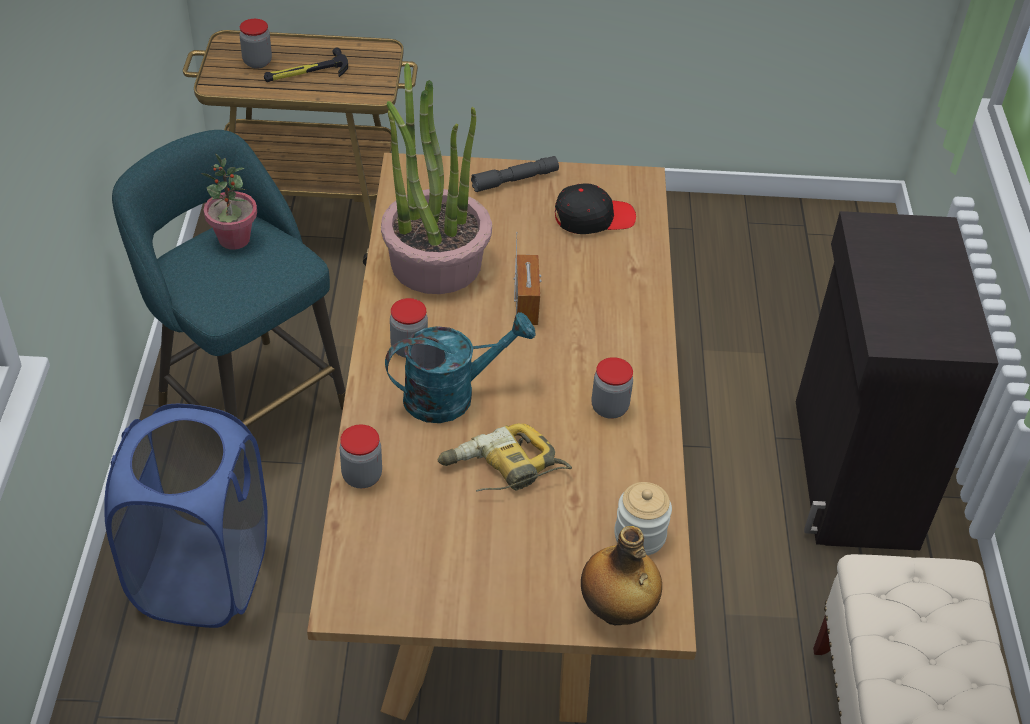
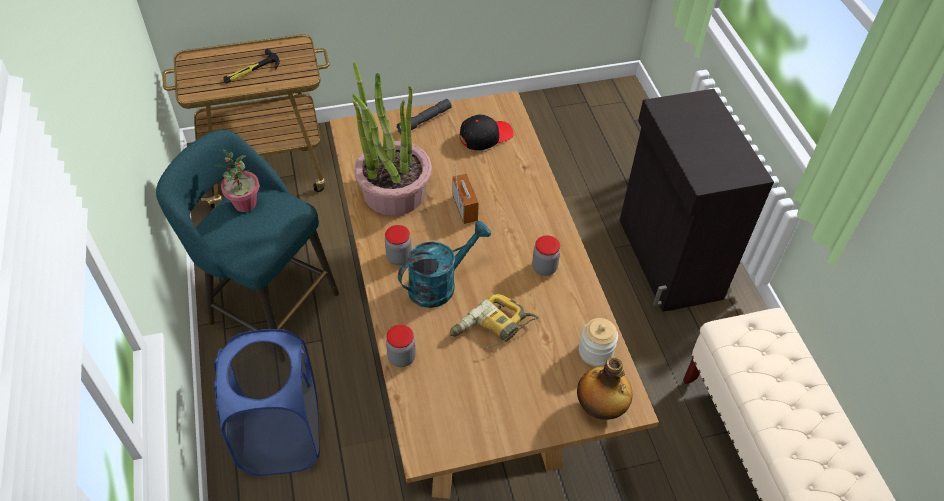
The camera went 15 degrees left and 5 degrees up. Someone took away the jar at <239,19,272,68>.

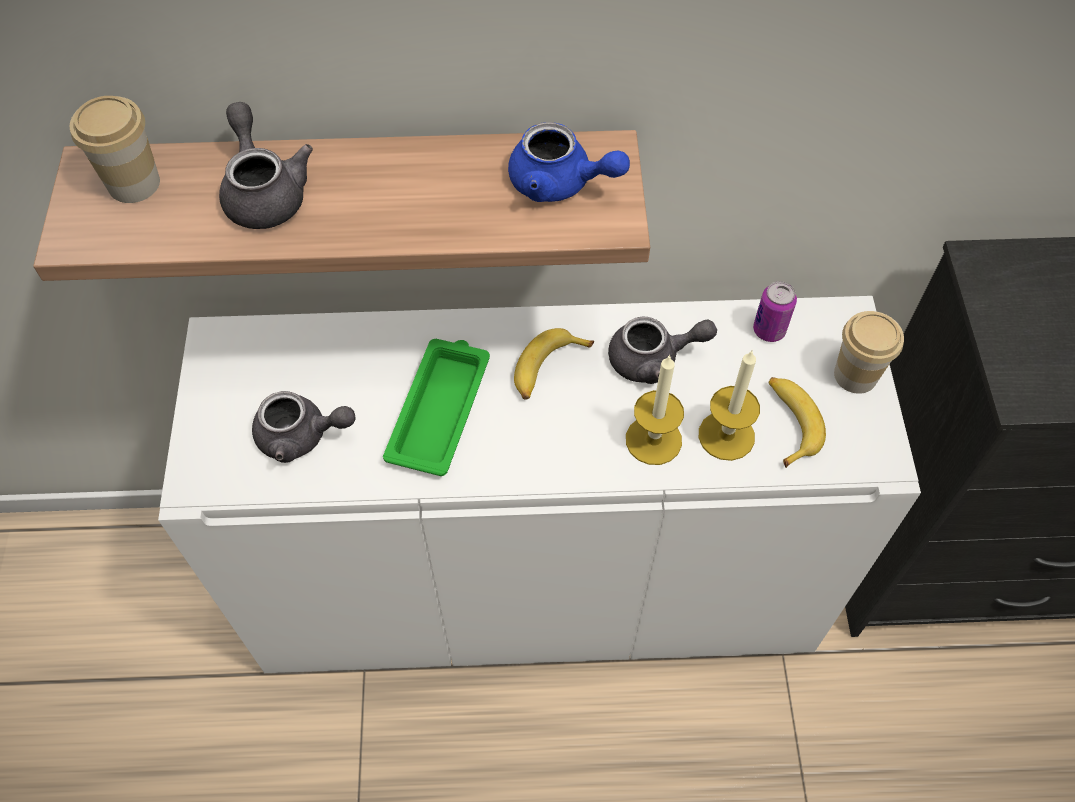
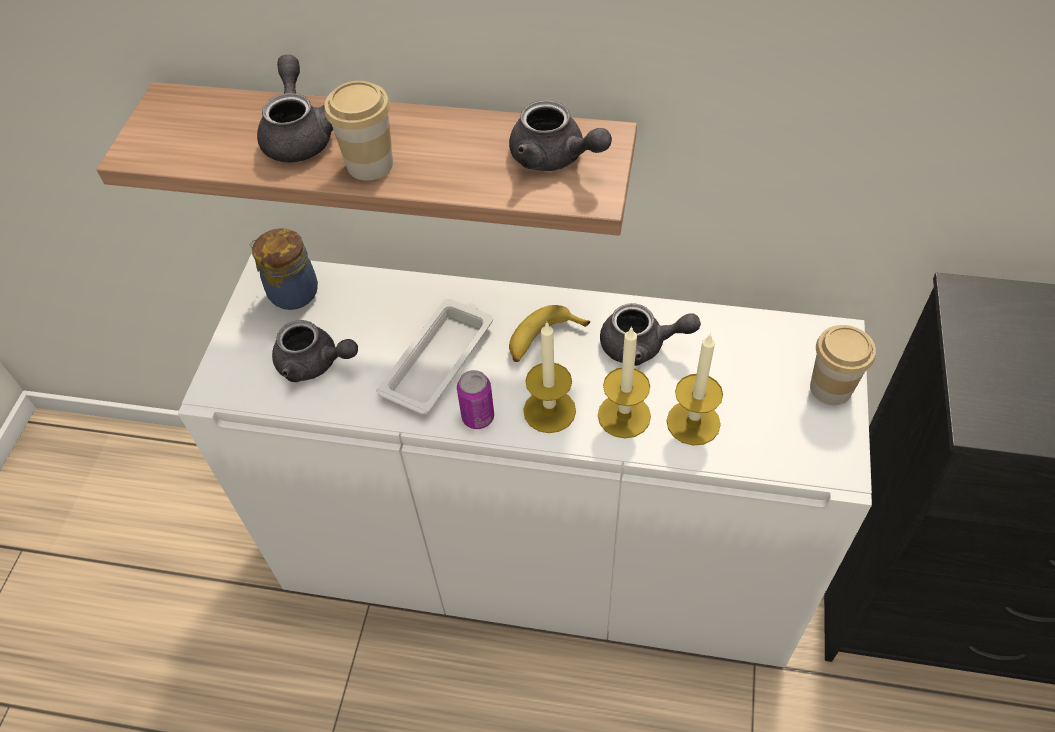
The camera went 15 degrees right and 5 degrees down. Someone carried the cup from <70,96,160,203> to <325,81,393,180>. Someone repainted the green tray at <383,339,490,476>, which became the white tray at <376,299,493,415>. Someone repainted the blue teapot at <508,122,630,202>, which became the grey teapot at <509,100,612,171>. Someone carried the can from <753,281,797,342> to <457,370,494,429>. Someone took away the banana at <769,377,826,468>. Someone put down the jar at <250,228,318,310>. Someone put down the candle at <523,321,576,433>.

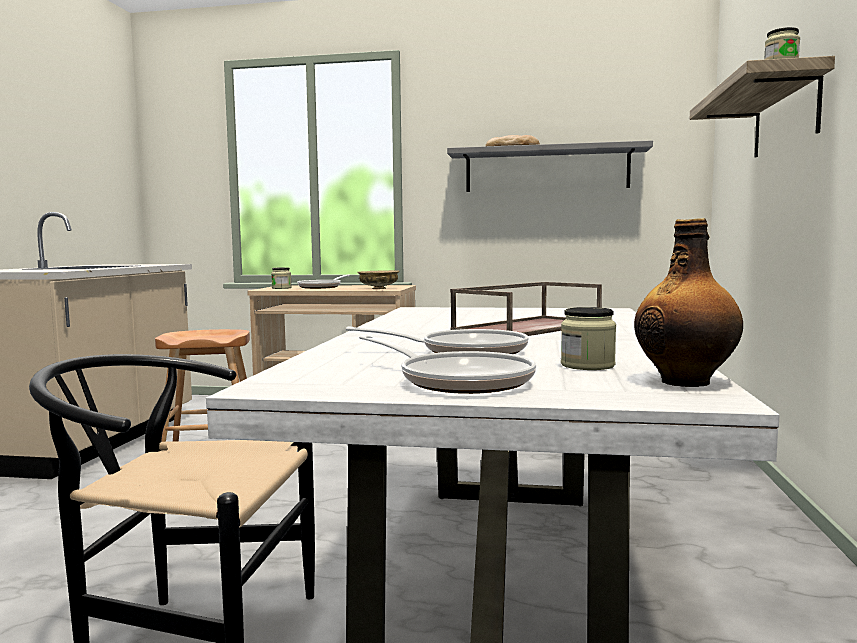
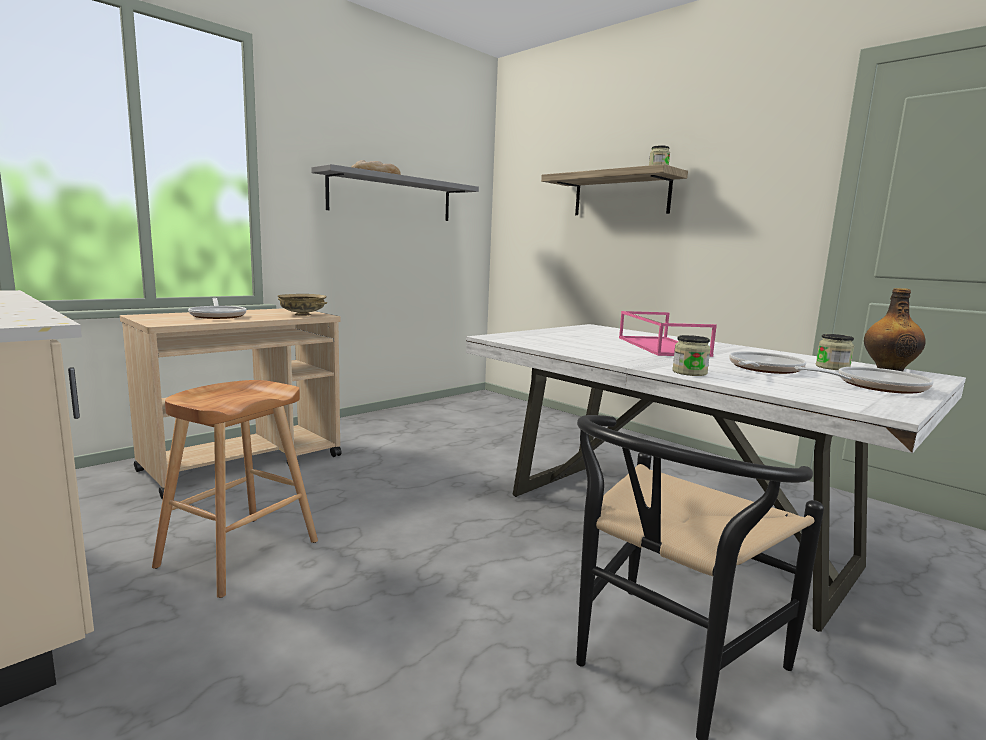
The camera went 55 degrees left and 5 degrees up. Someone carried the jar from <271,267,292,289> to <672,335,711,376>. Someone repainted the brown tray at <450,282,602,336>, which became the pink tray at <619,311,717,357>.

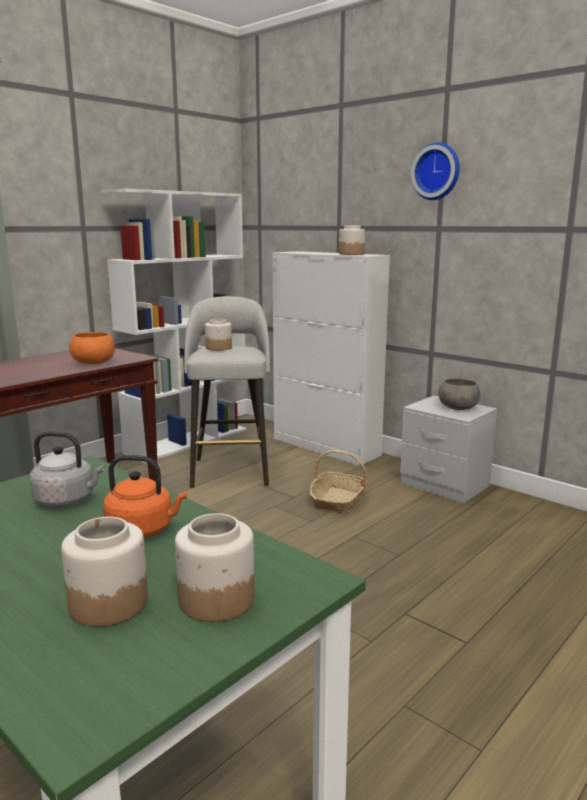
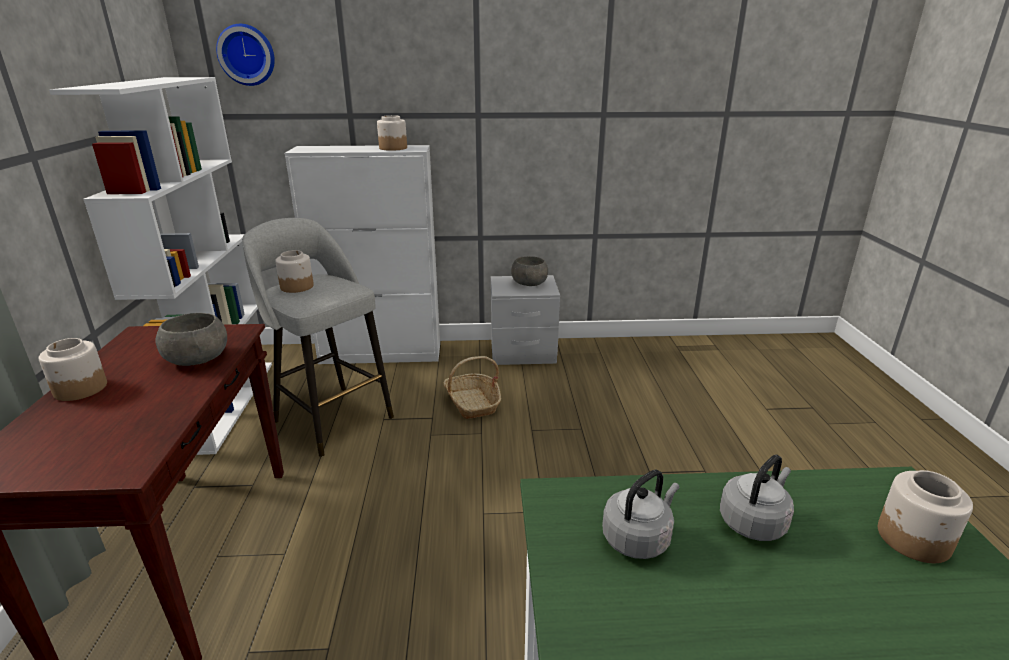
The camera went 45 degrees left and 10 degrees up. Someone carried the jar from <61,517,148,627> to <39,338,107,401>. Someone repainted the orange bowl at <69,332,115,364>, which became the grey bowl at <156,313,227,366>. Someone repainted the orange kettle at <103,455,187,538>, which became the grey kettle at <720,455,794,541>. Someone carried the wall clock from <411,142,460,200> to <216,24,275,86>.

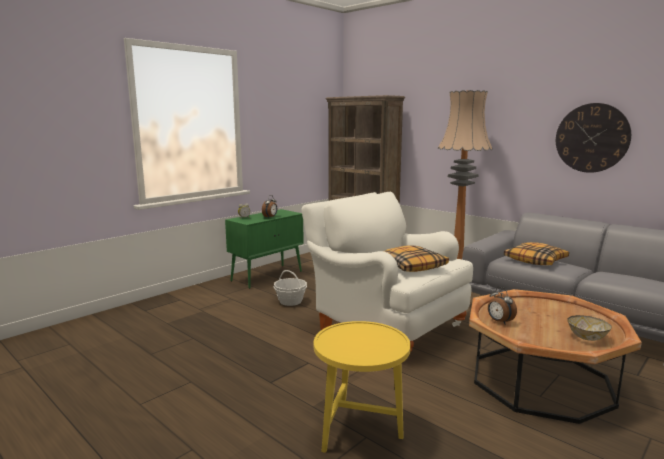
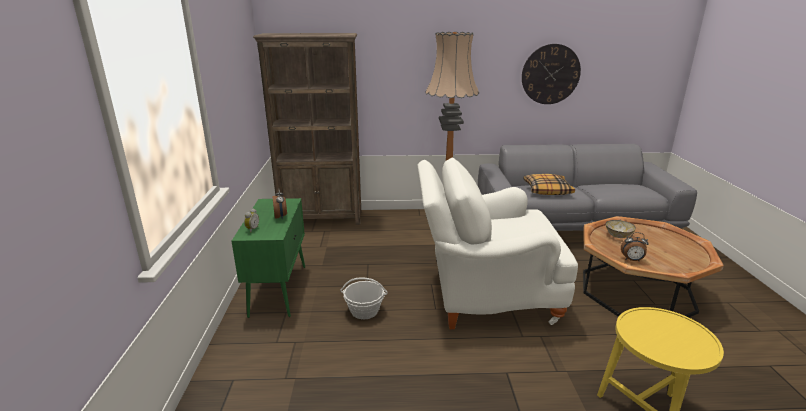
The camera went 45 degrees left and 10 degrees up. Someone took away the pillow at <384,245,449,272>. Someone carried the bowl from <567,315,612,341> to <606,220,636,238>.

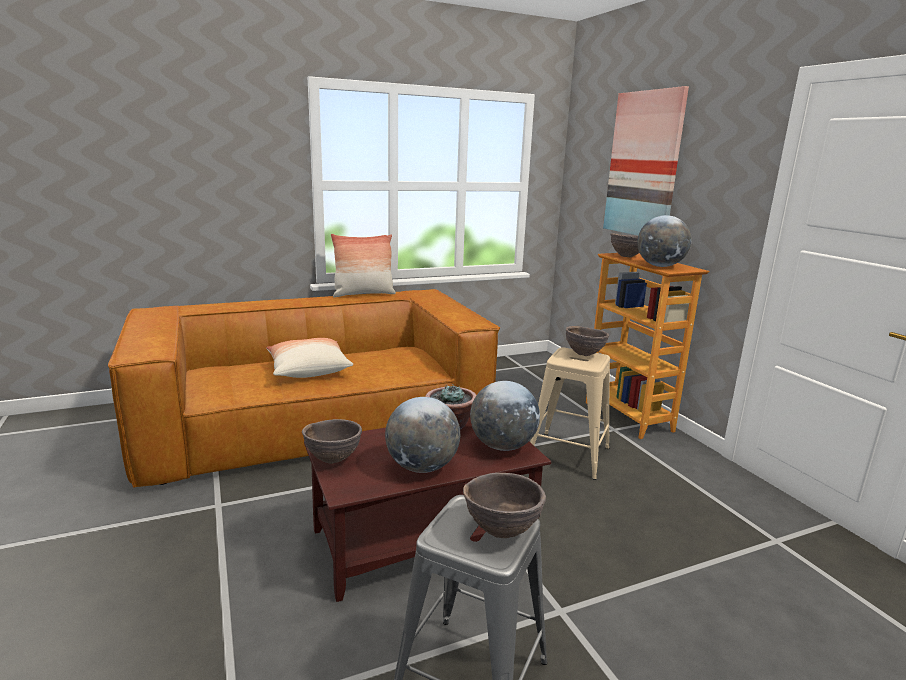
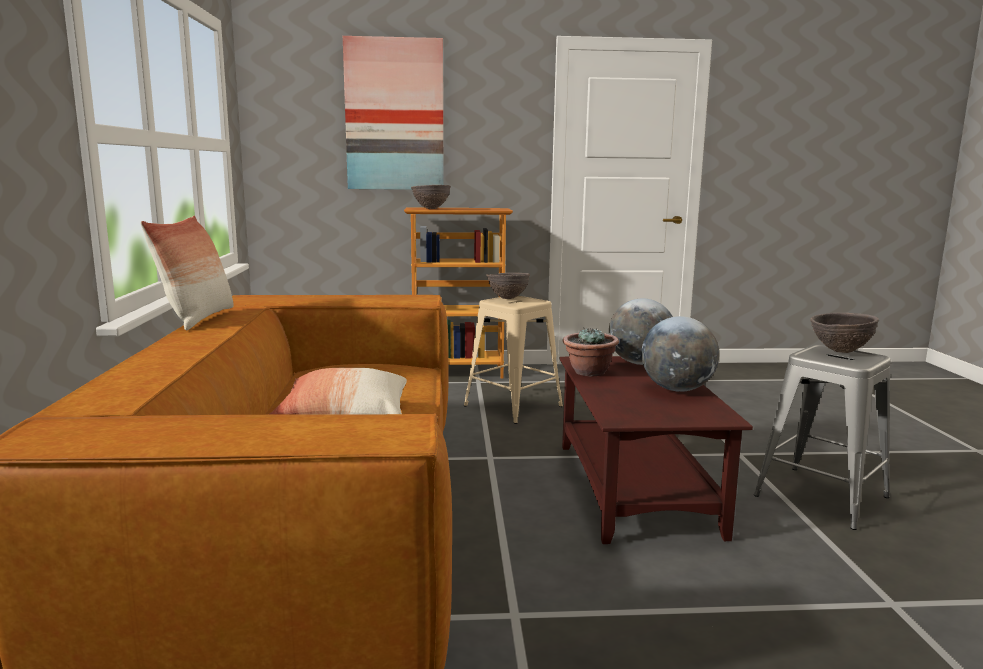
The camera went 70 degrees left and 5 degrees down. Someone took away the brown bowl at <302,419,362,464>. Someone took away the globe at <637,215,691,267>.

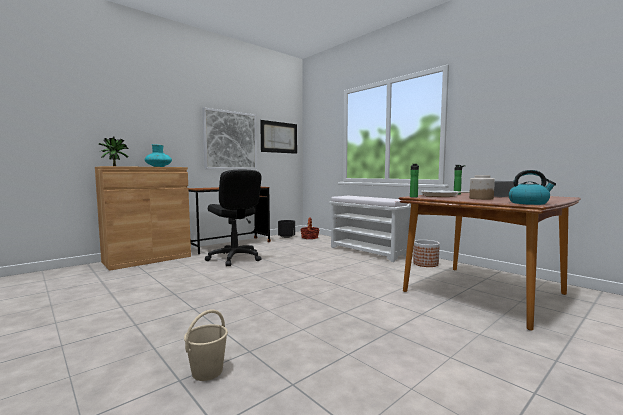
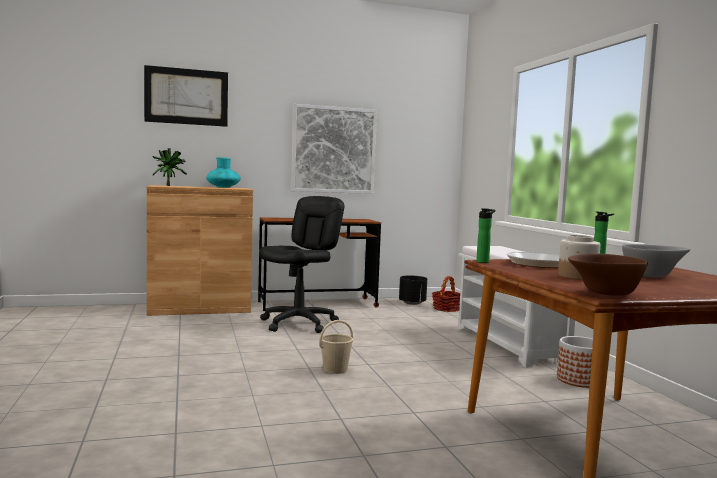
The camera went 25 degrees right and 0 degrees up. Someone carried the beige bucket from <184,309,228,381> to <319,320,353,374>. Someone rotated the black office chair at <205,170,262,266> by 135 degrees counterclockwise. Someone carried the picture from <260,120,297,154> to <144,65,228,127>. Someone swapped the kettle at <508,170,556,205> for the brown bowl at <568,254,648,296>.

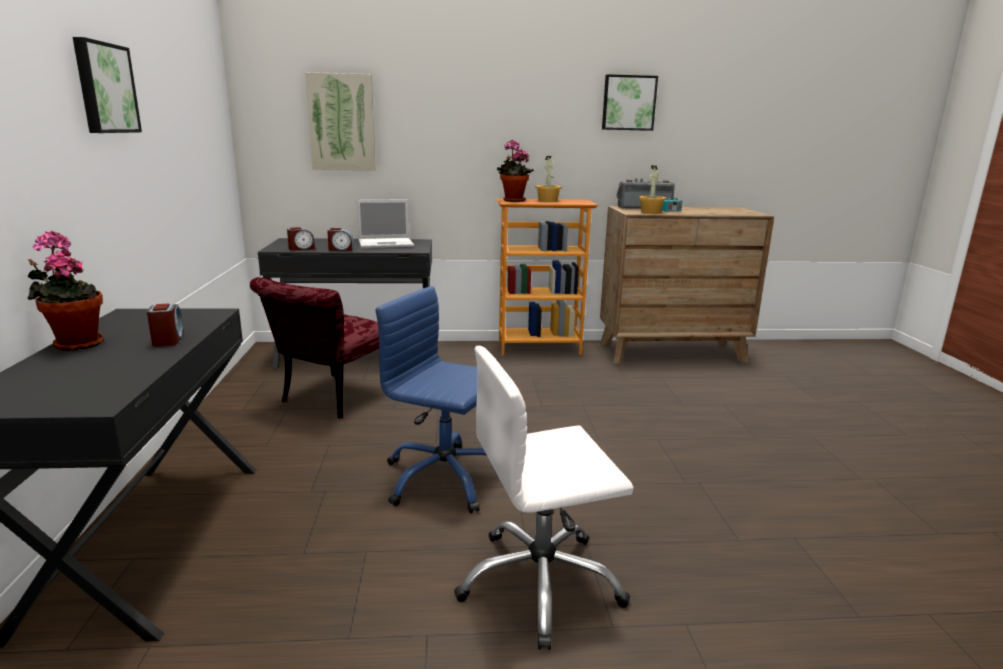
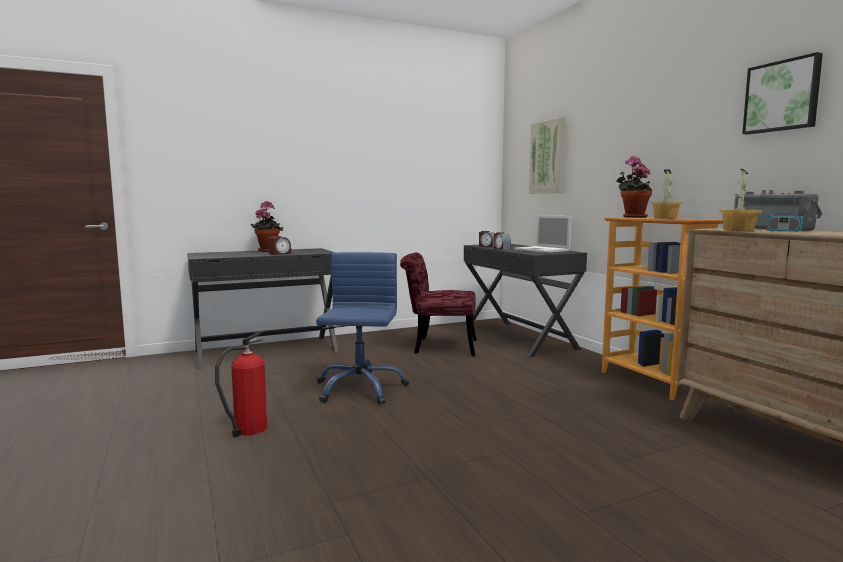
The camera went 70 degrees right and 10 degrees down. Someone took away the picture at <73,37,142,133>. Someone swapped the white office chair at <454,346,633,650> for the fire extinguisher at <215,331,267,437>.

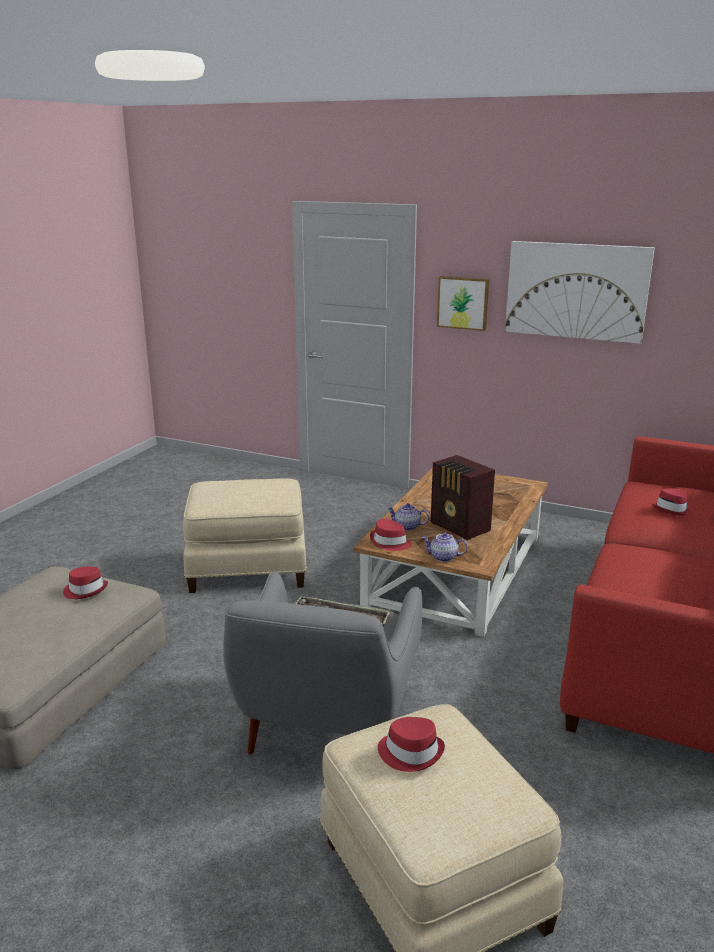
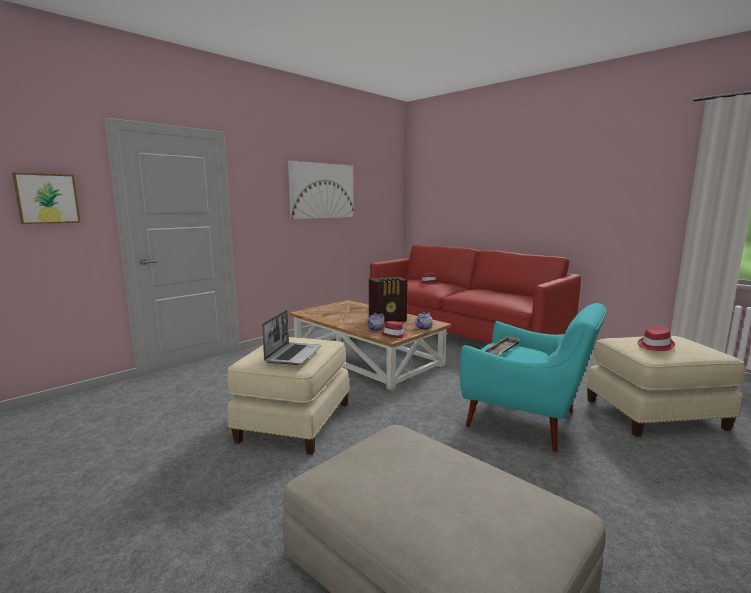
The camera went 70 degrees left and 10 degrees down. Someone took away the red hat at <63,567,108,599>. Someone repainted the grey armchair at <224,571,422,754>, which became the turquoise armchair at <460,303,606,452>. Someone carried the picture from <437,276,489,331> to <12,172,81,224>. Someone put down the laptop at <262,310,321,365>.

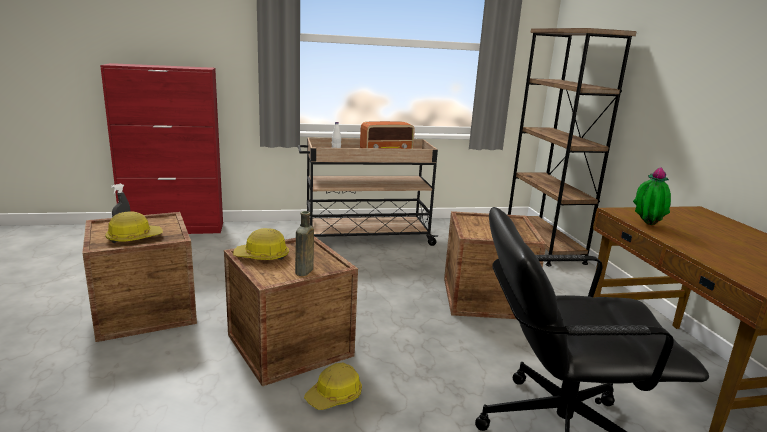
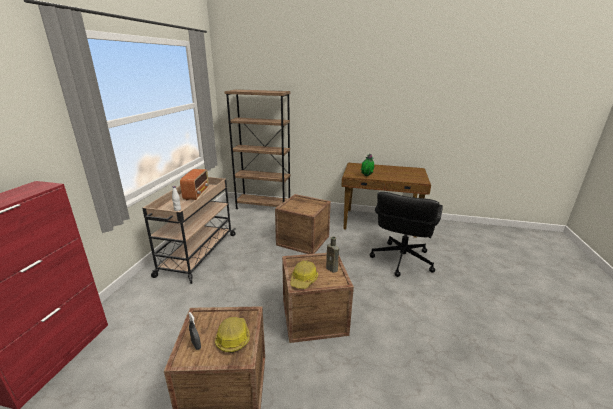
The camera went 65 degrees left and 5 degrees up. Someone took away the hard hat at <304,363,362,410>.

